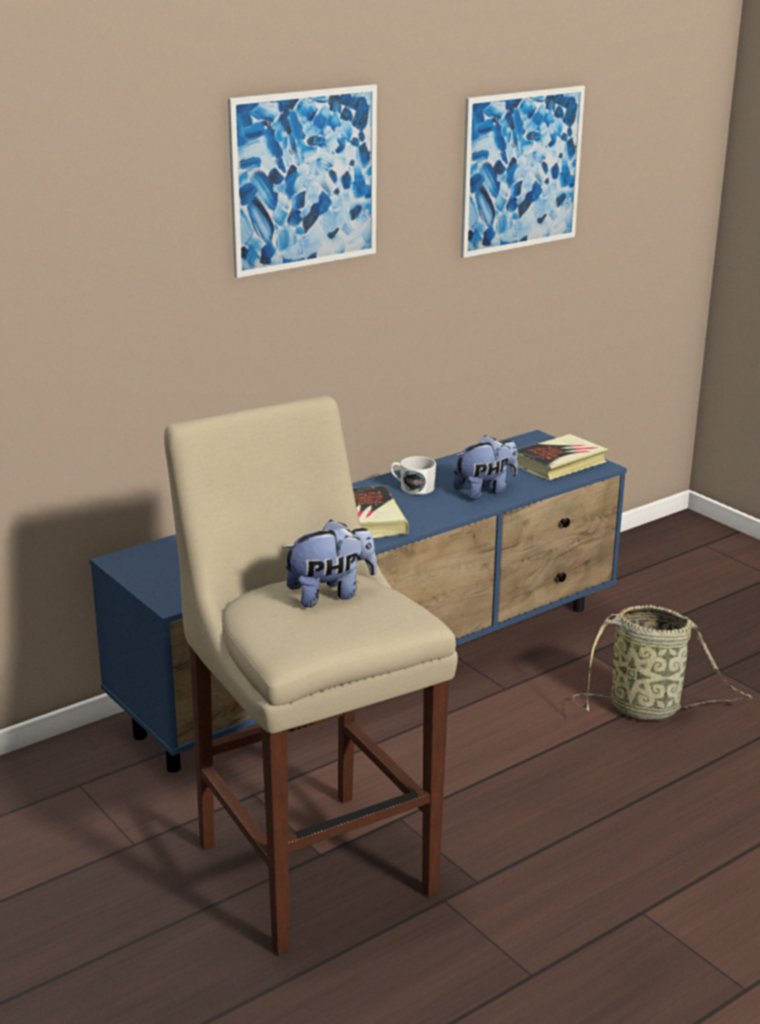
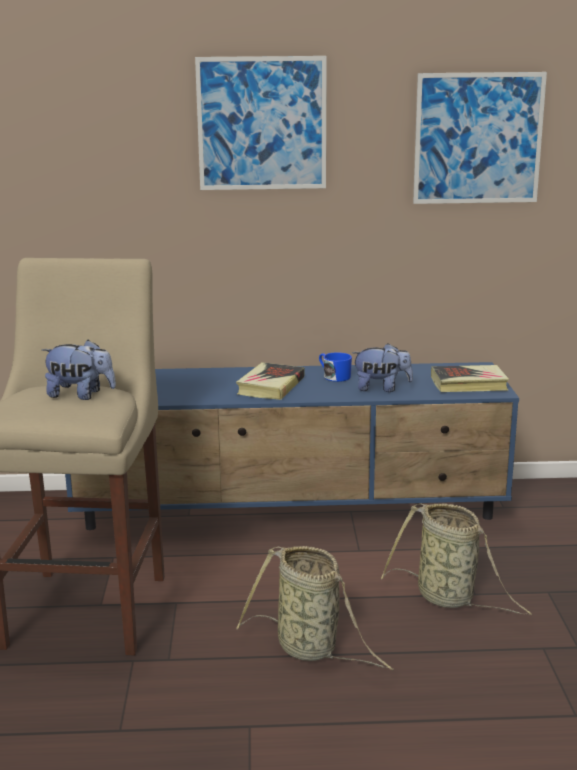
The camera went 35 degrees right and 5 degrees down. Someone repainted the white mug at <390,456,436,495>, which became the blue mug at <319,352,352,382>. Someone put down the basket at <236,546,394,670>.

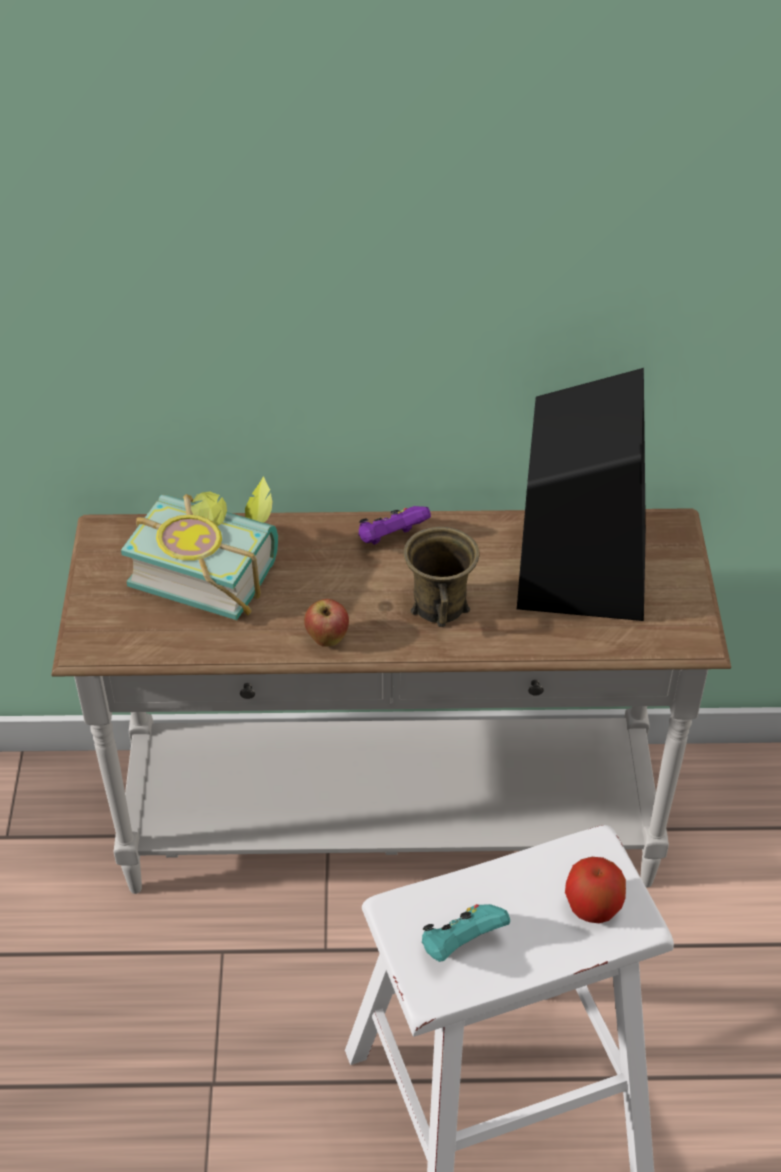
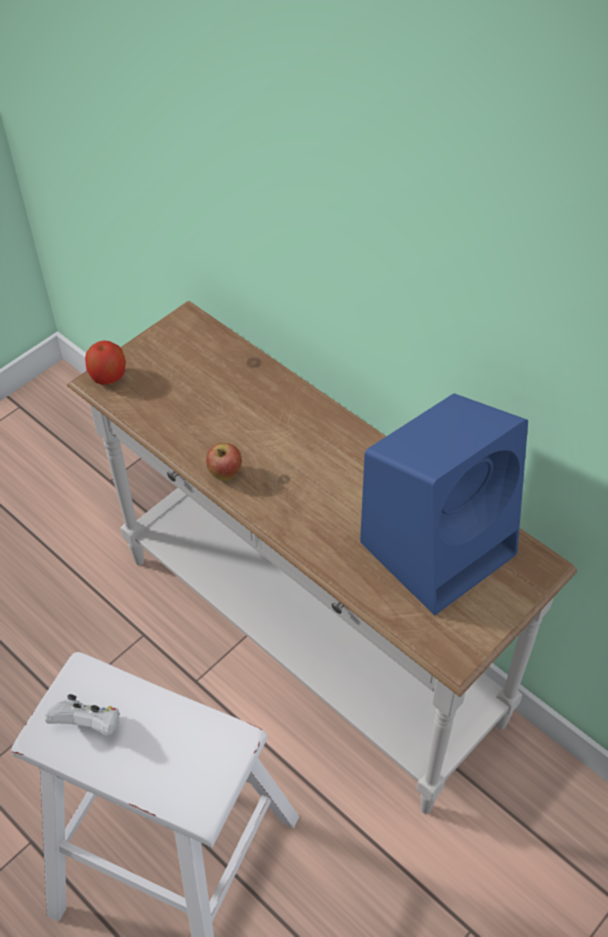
The camera went 45 degrees right and 5 degrees up. Someone took away the book at <121,476,278,620>. Someone took away the purple game controller at <358,506,431,545>. Someone took away the brown mug at <404,527,480,627>. Someone repainted the turquoise game controller at <422,904,510,962>, which became the white game controller at <45,694,120,736>. Someone repainted the black speaker at <517,368,646,621>, which became the blue speaker at <360,394,528,615>. Someone carried the apple from <565,857,626,923> to <85,340,126,385>.

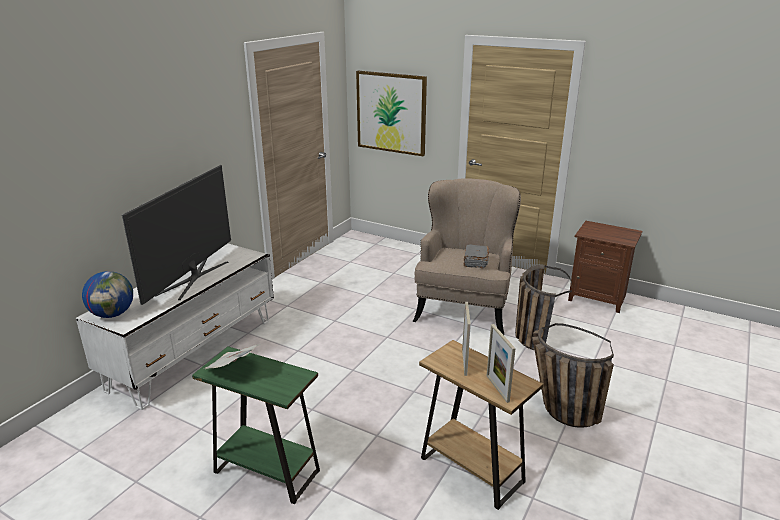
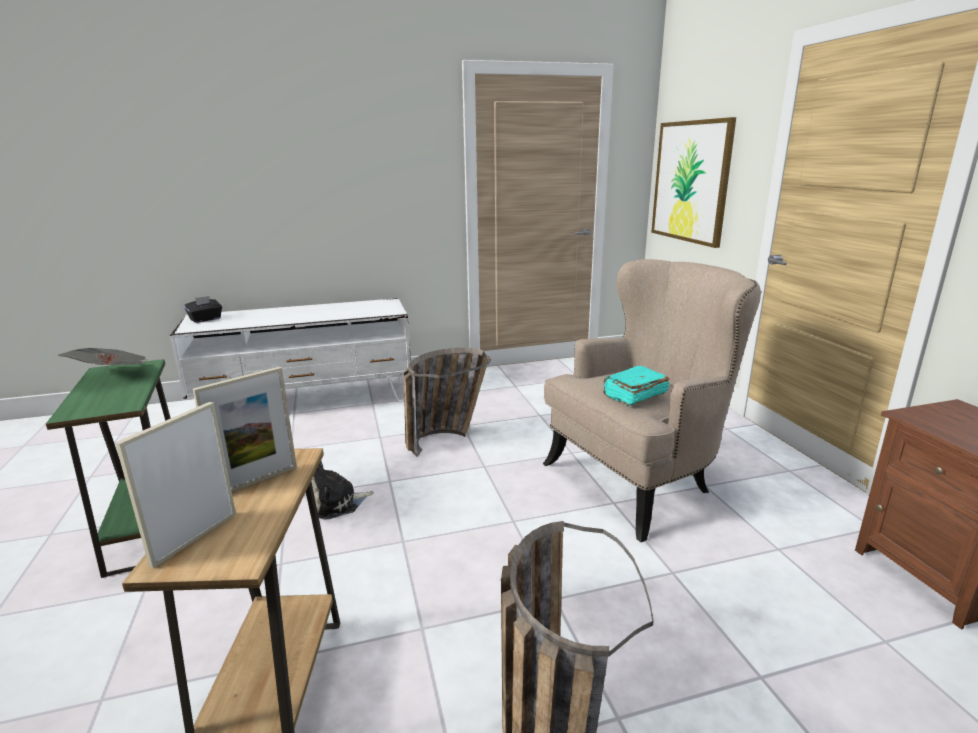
The camera went 45 degrees right and 5 degrees down. Someone swapped the globe at <82,271,133,318> for the black tissue box at <184,296,222,323>. Someone took away the television at <122,165,231,305>. Someone repainted the grey book at <463,245,489,268>, which became the turquoise book at <603,366,670,407>. Someone carried the basket from <515,265,572,351> to <404,348,491,457>. Someone put down the plush toy at <311,461,374,520>.

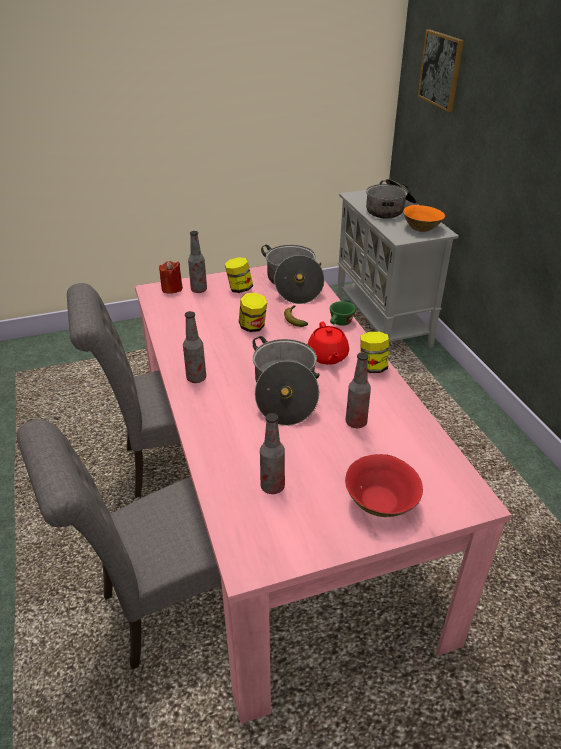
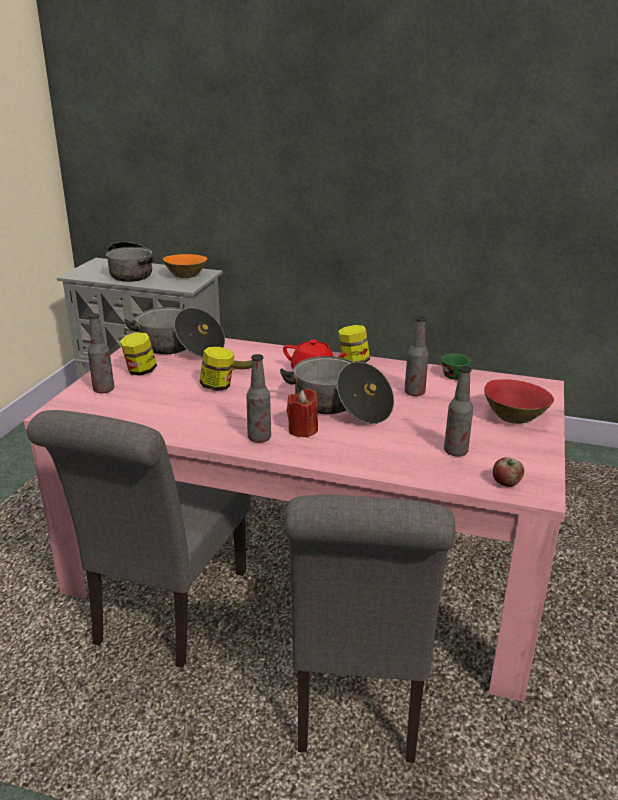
The camera went 55 degrees left and 10 degrees down. Someone carried the red candle from <159,260,183,294> to <287,389,318,437>. Someone carried the green cup from <330,301,356,326> to <441,354,471,380>. Someone took away the picture at <418,29,464,112>. Someone put down the apple at <493,457,524,487>.

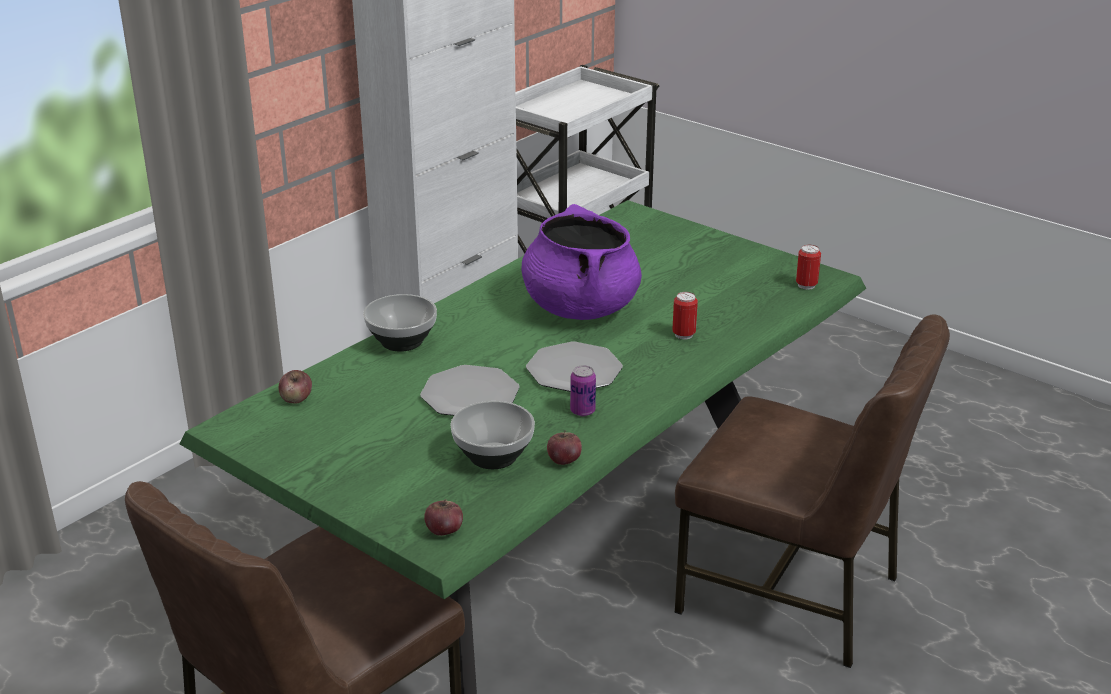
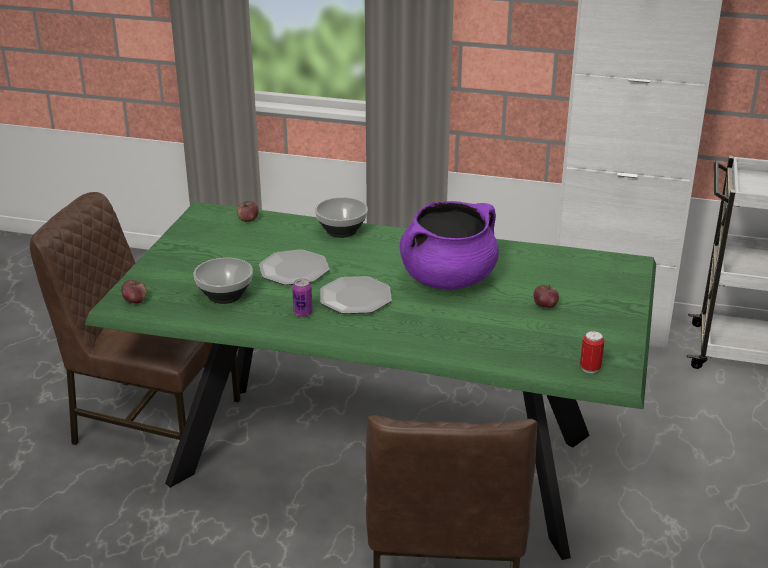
The camera went 65 degrees right and 0 degrees up. Someone carried the apple from <547,430,582,465> to <534,285,559,308>. Someone took away the can at <672,292,698,339>.

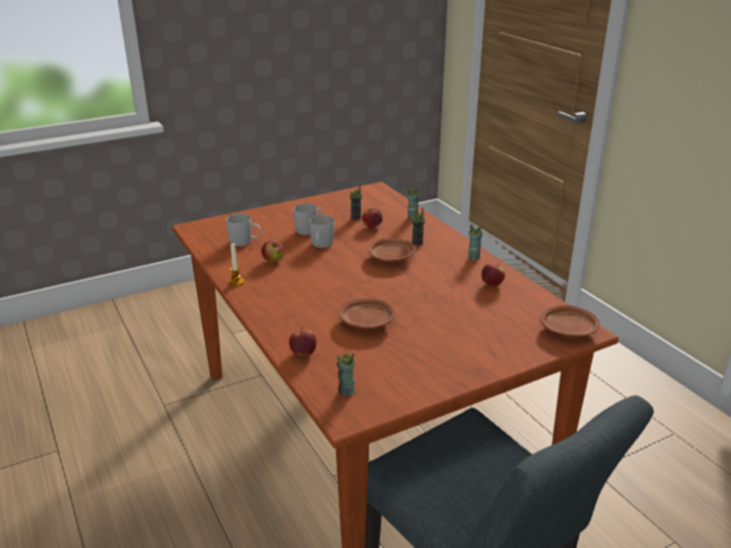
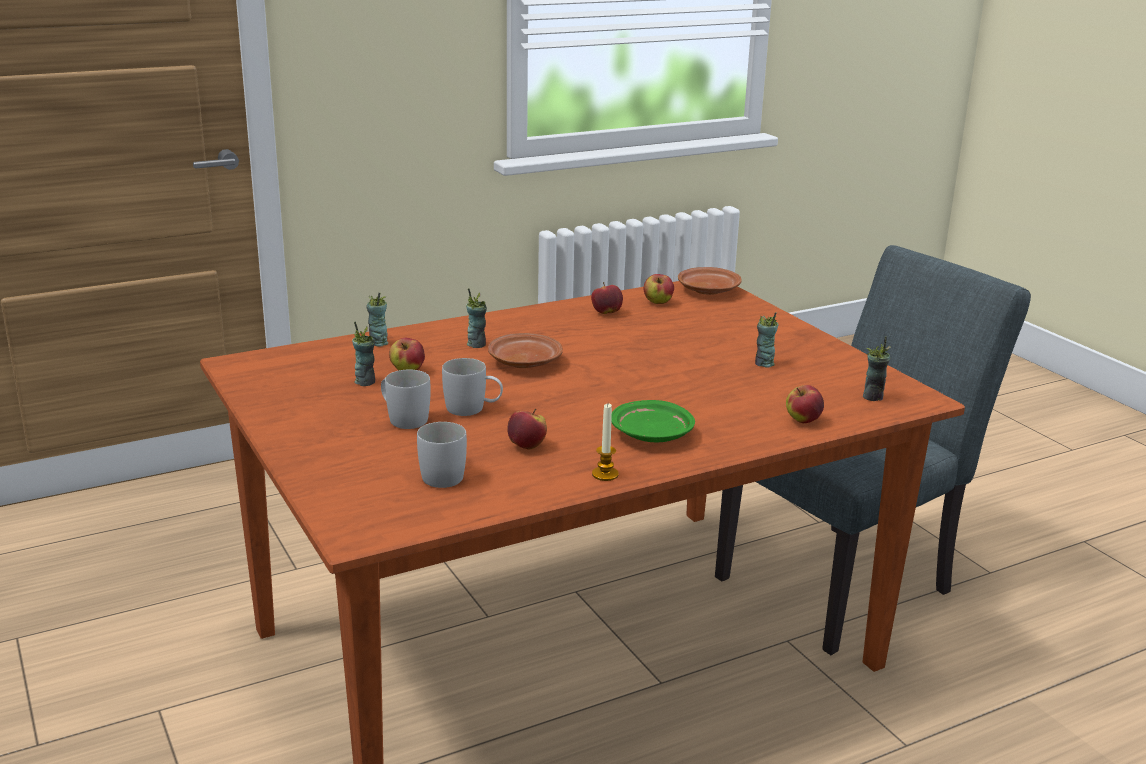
The camera went 90 degrees left and 5 degrees down. Someone took away the brown plate at <338,298,395,329>. Someone carried the cup from <468,224,482,260> to <755,313,778,367>. Someone put down the green plate at <611,400,695,442>. Someone put down the apple at <644,274,674,304>.

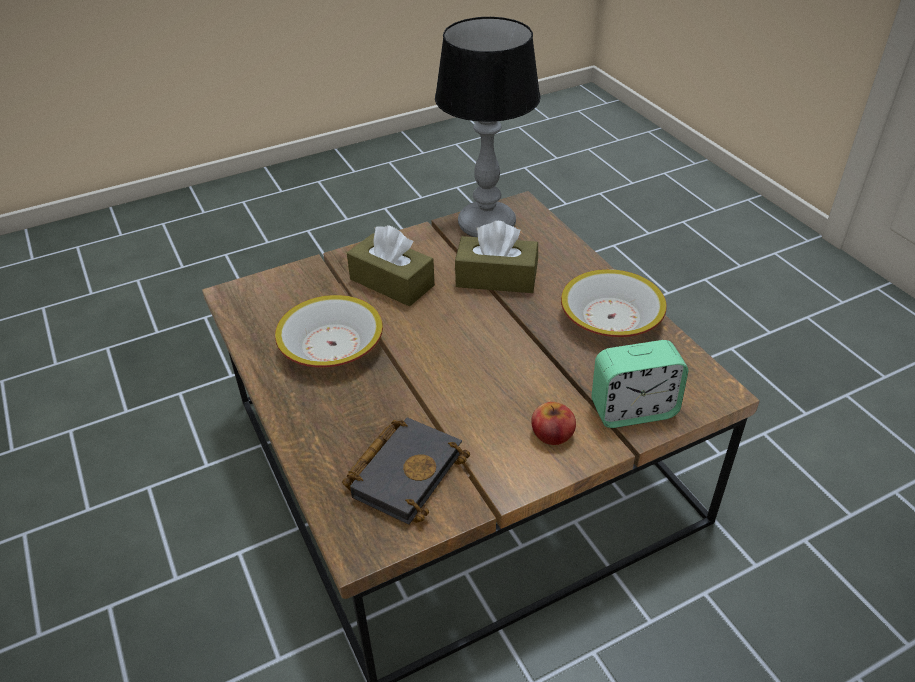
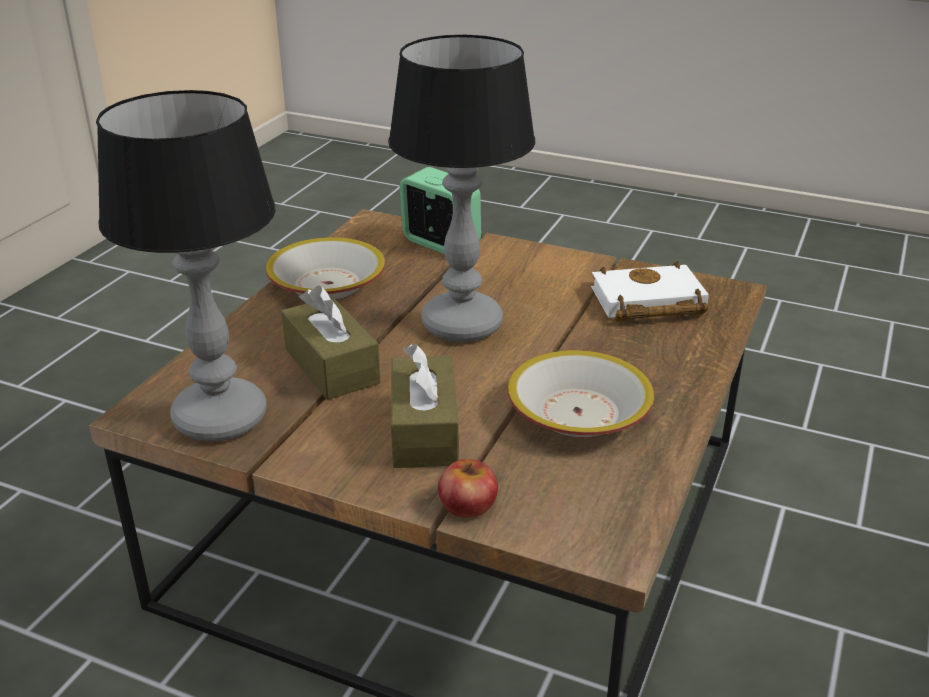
The camera went 130 degrees left and 10 degrees down. Someone repainted the black book at <342,418,470,525>, which became the white book at <591,261,709,321>. Someone carried the apple from <531,402,576,445> to <438,459,498,518>. Someone put down the table lamp at <388,35,535,342>.

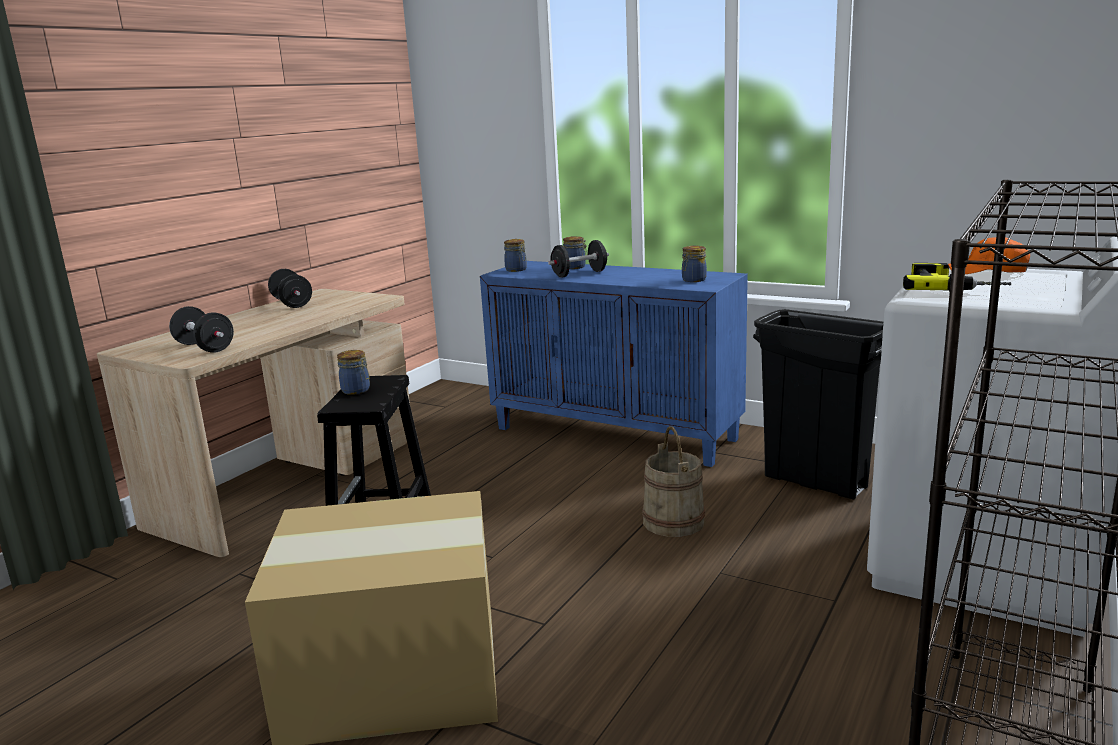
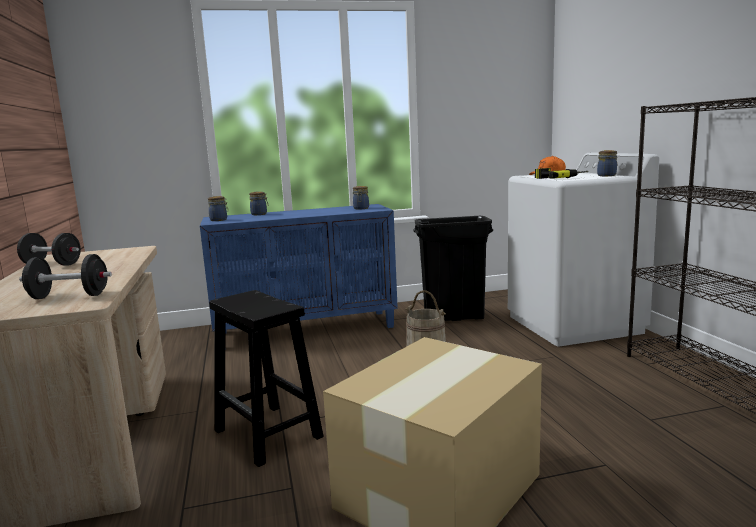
The camera went 45 degrees left and 5 degrees down. Someone carried the jar from <337,350,370,395> to <597,150,618,176>. Someone took away the black dumbbell at <548,240,609,278>.

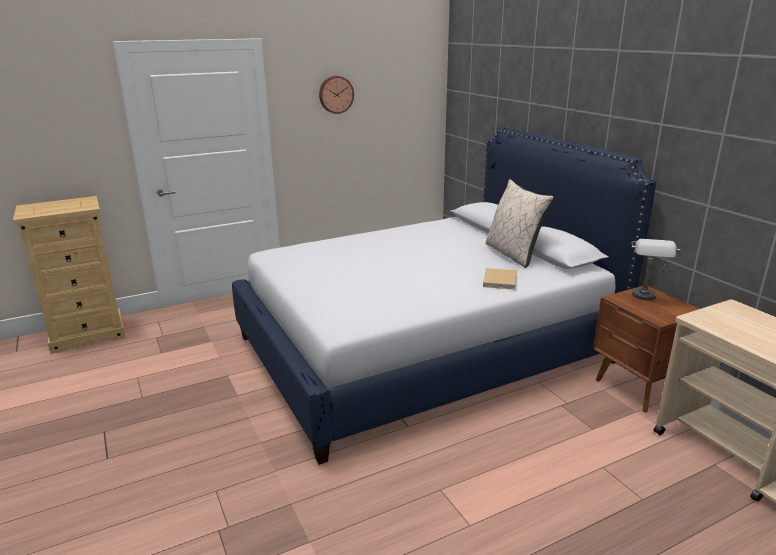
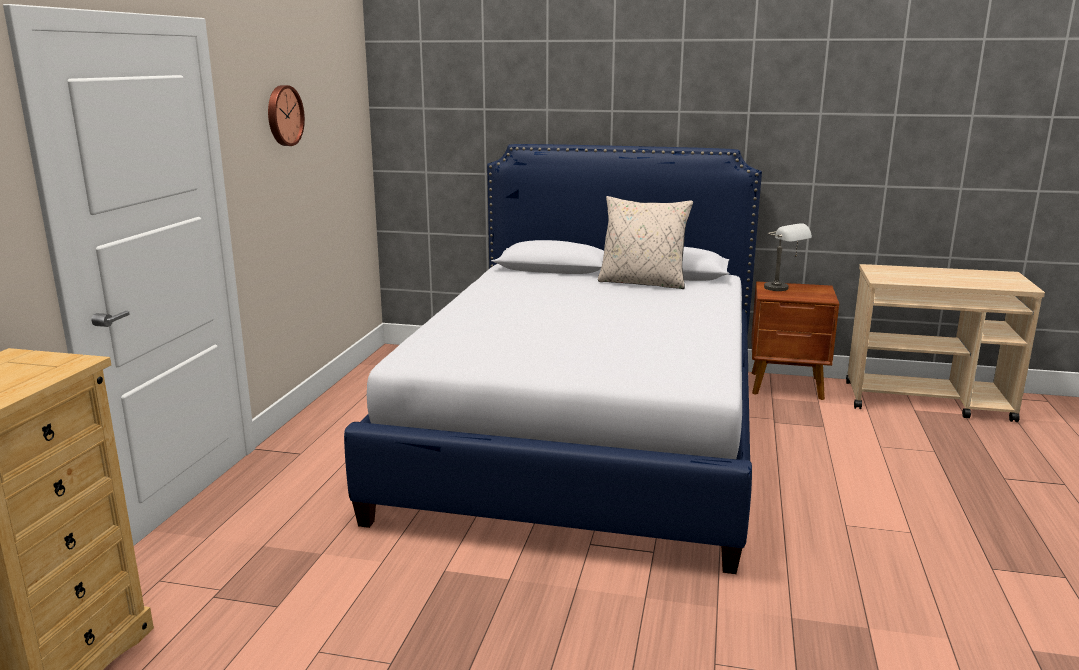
The camera went 50 degrees left and 5 degrees down. Someone took away the beige book at <483,268,517,290>.

